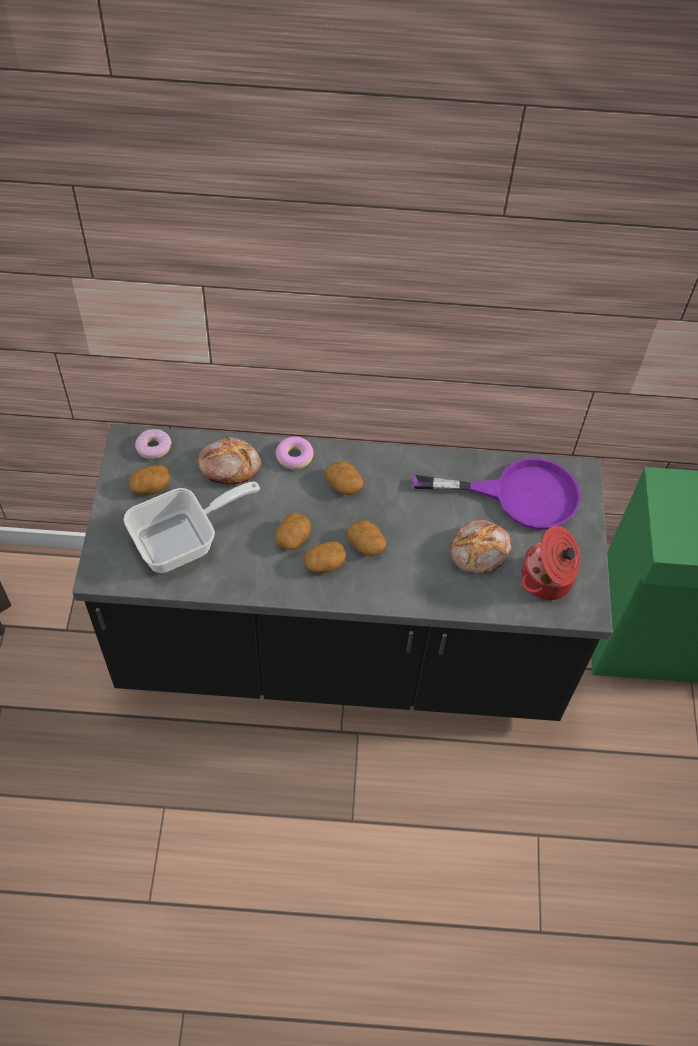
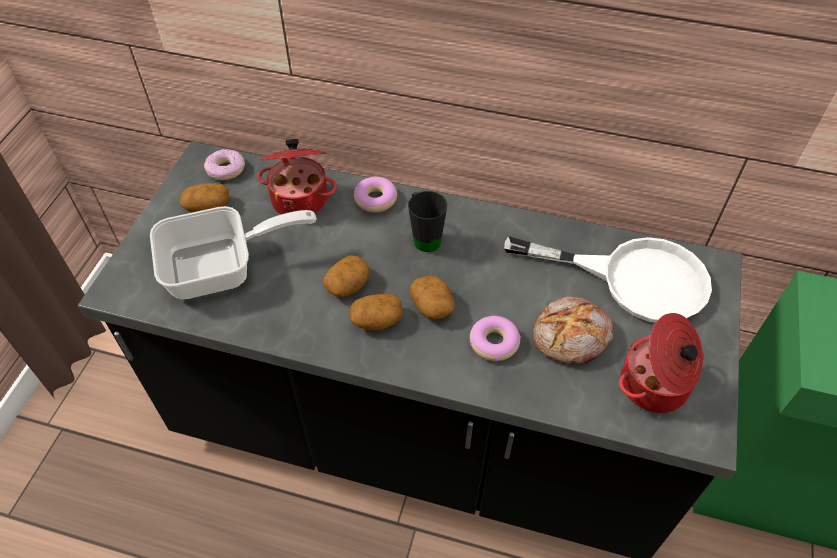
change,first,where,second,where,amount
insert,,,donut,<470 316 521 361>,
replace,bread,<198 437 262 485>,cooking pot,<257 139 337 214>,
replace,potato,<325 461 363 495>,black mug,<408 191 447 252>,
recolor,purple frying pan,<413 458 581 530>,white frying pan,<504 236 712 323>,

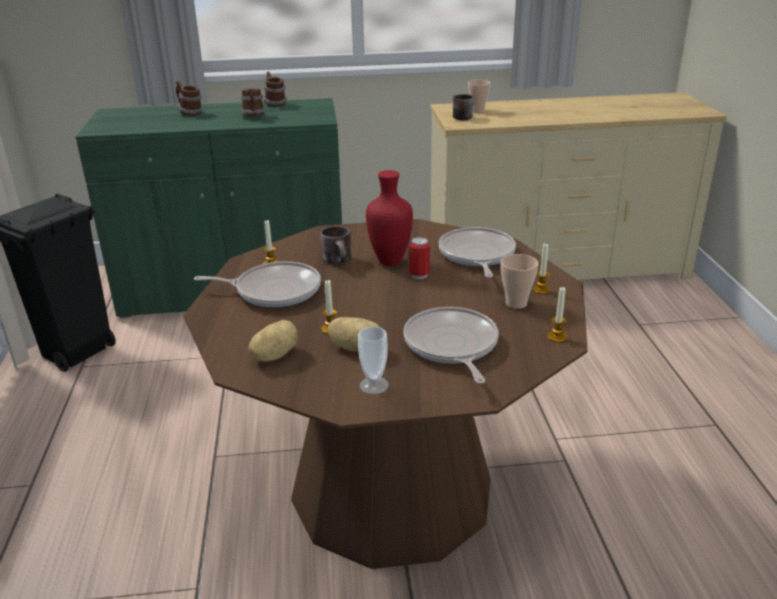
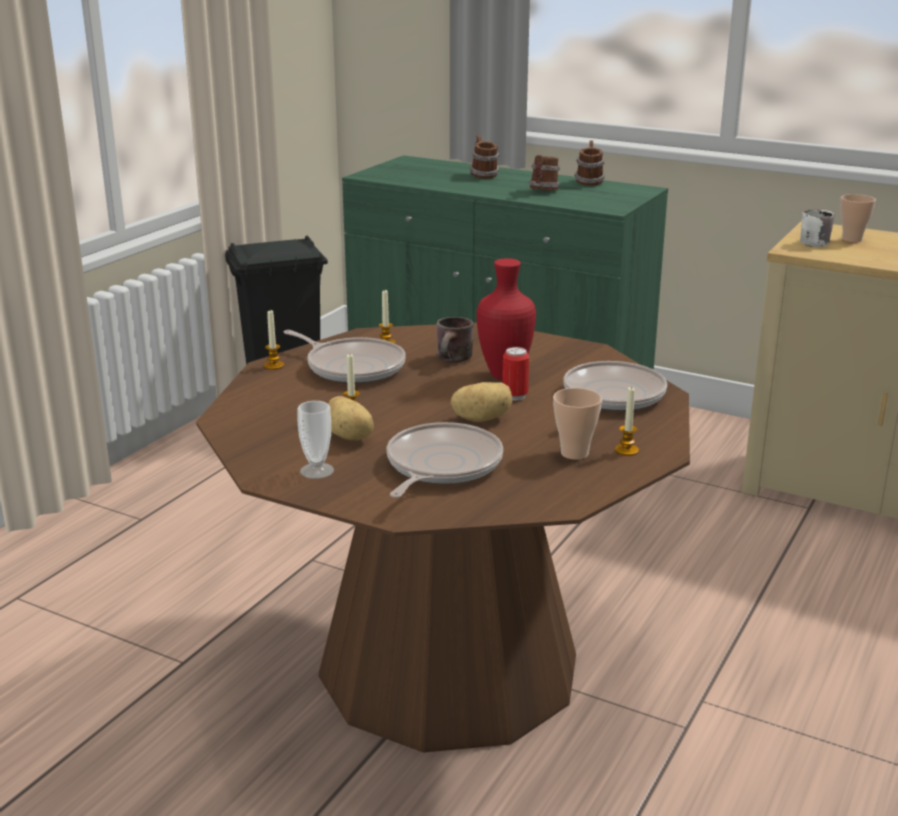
change,first,where,second,where,amount
move,potato,<248 320 298 362>,,<450 382 512 422>,
move,candle,<547 287 567 343>,,<264 310 284 370>,
recolor,brown mug,<453 94 474 120>,white mug,<800 209 835 247>,

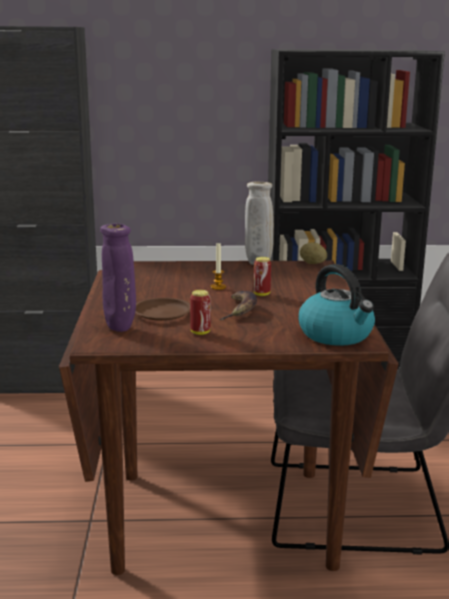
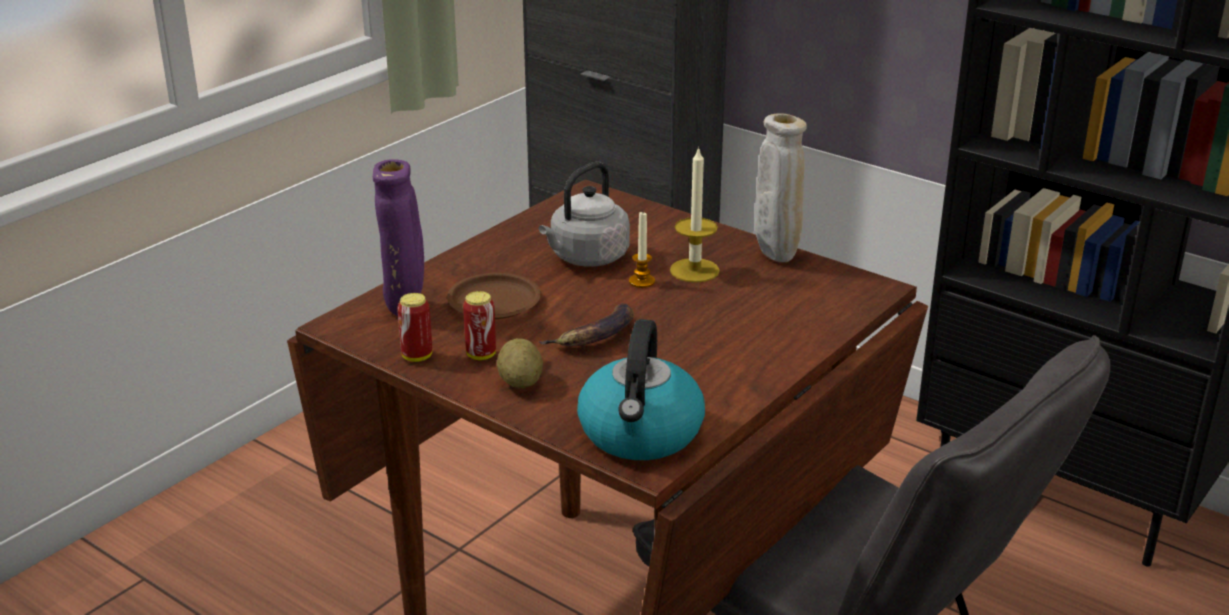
change,first,where,second,where,amount
insert,,,grey kettle,<539 162 630 267>,
insert,,,candle,<670 146 720 283>,
move,can,<253 257 271 296>,,<397 293 432 362>,
move,potato,<300 242 327 264>,,<497 338 543 388>,

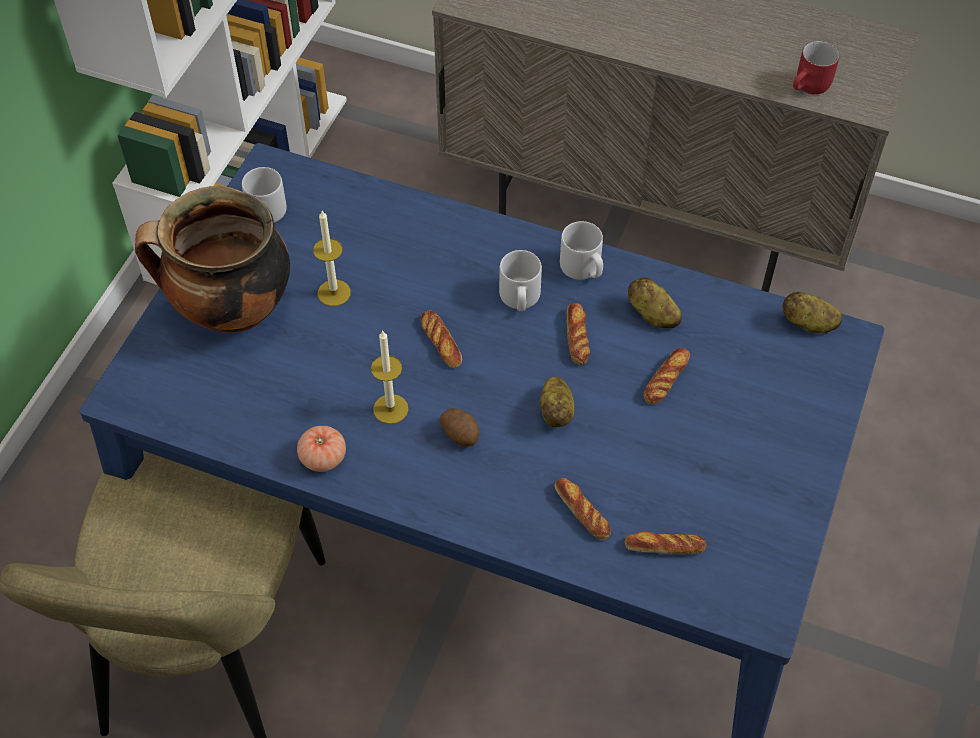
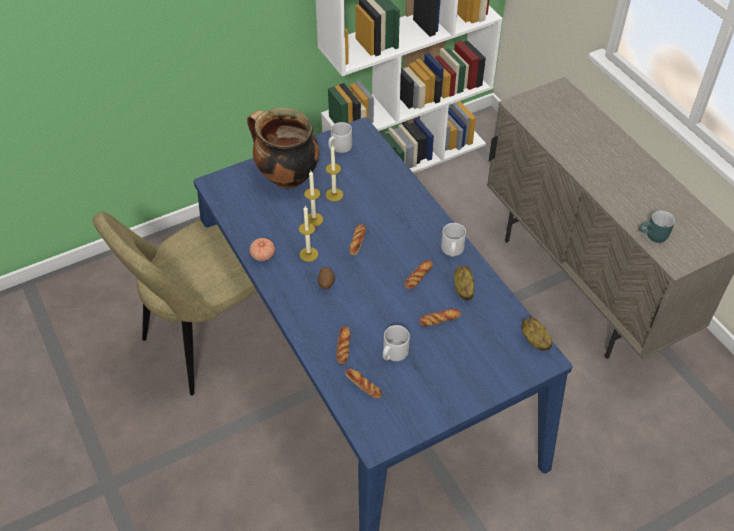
change,first,where,second,where,amount
delete,potato,<540 377 575 428>,,,
insert,,,candle,<304 171 323 226>,
move,grey mug,<499 250 542 311>,,<383 325 410 361>,
recolor,red mug,<793 41 840 94>,turquoise mug,<639 210 675 243>,

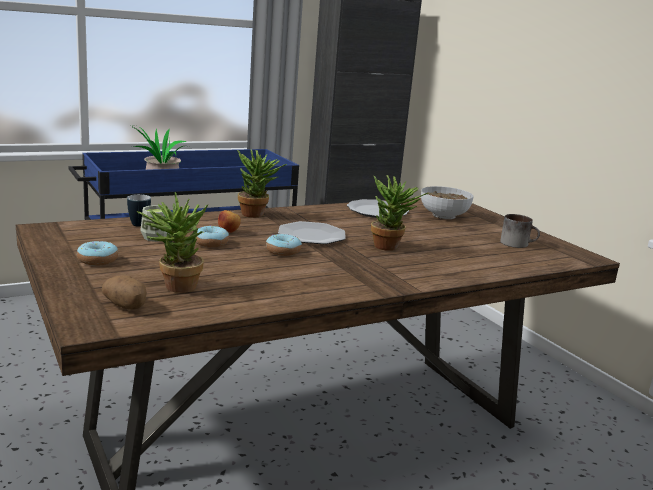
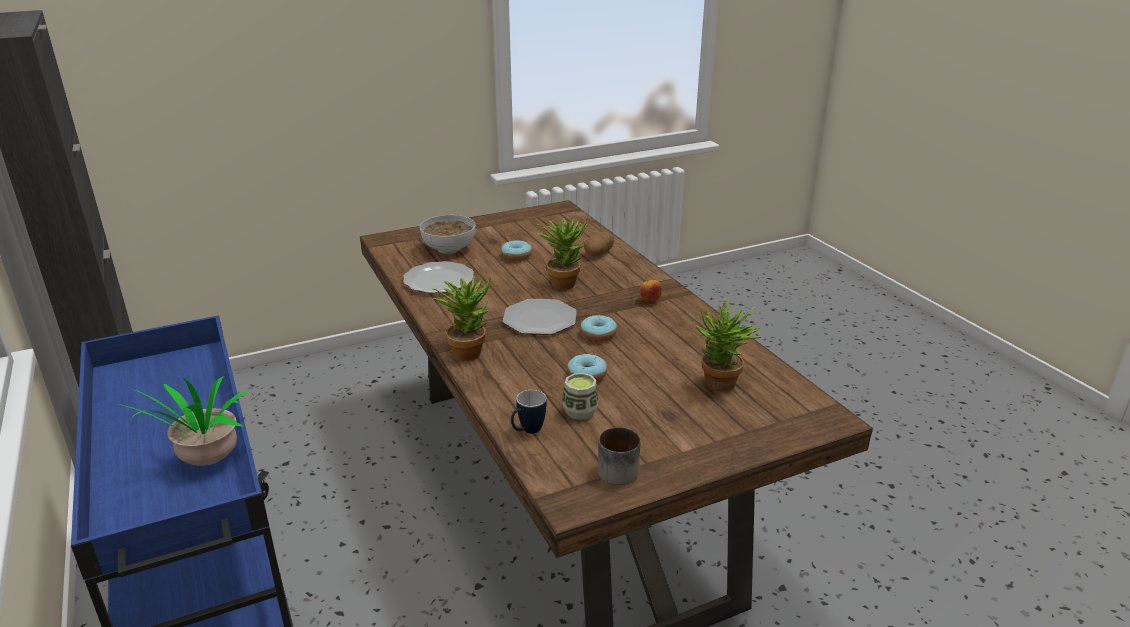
change,first,where,second,where,amount
move,donut,<77 241 118 265>,,<501 240 532 261>,
move,potato,<102 275 147 310>,,<584 232 614 256>,
move,apple,<218 210 241 233>,,<640 280 662 302>,
move,mug,<500 214 540 248>,,<598 427 640 485>,

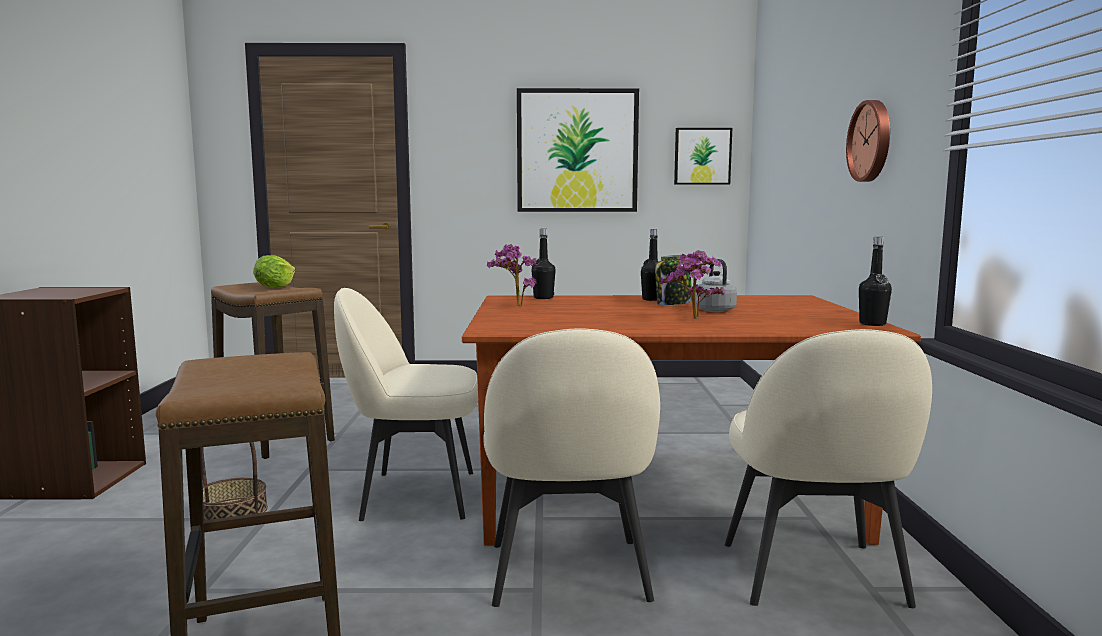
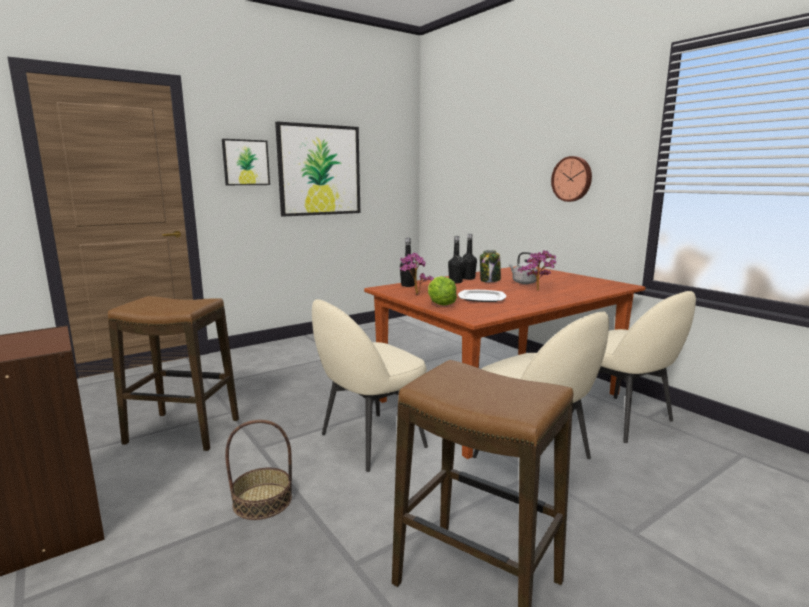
change,first,where,second,where,amount
insert,,,plate,<458 290 506 302>,
move,lettuce,<253 255 295 287>,,<428 276 457 305>,
move,picture,<674 128 732 184>,,<222 139 270 185>,
move,black bottle,<859 237 892 326>,,<448 236 464 283>,

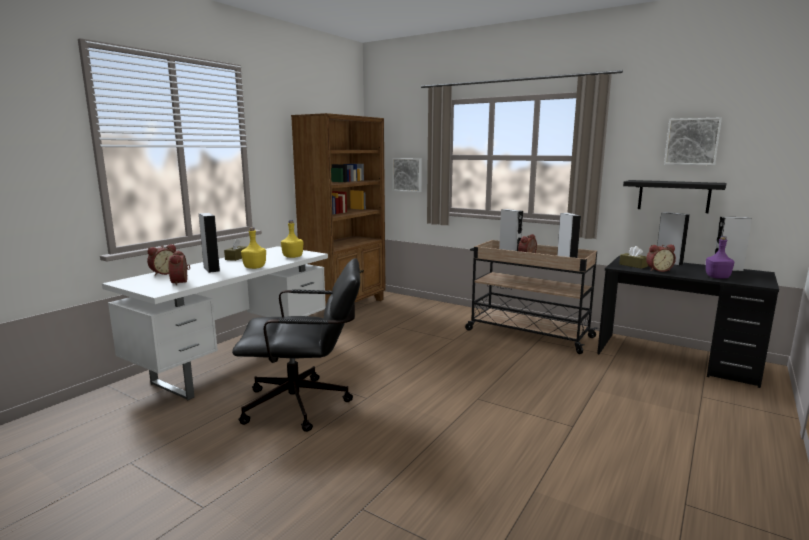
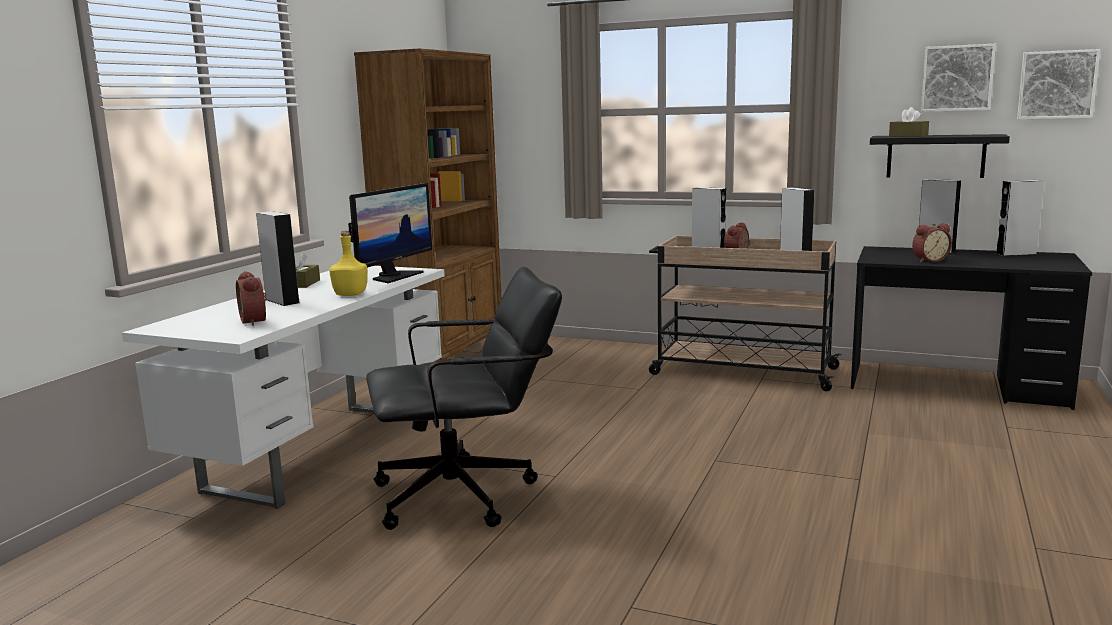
change,first,where,second,where,amount
delete,alarm clock,<147 244 176 276>,,,
delete,purple bottle,<706 236 734 279>,,,
move,picture,<392 158 422 192>,,<1017 49 1100 119>,
move,brown tissue box,<619 246 648 269>,,<889 107 929 137>,
replace,yellow bottle,<281 220 303 258>,monitor,<348 183 432 283>,

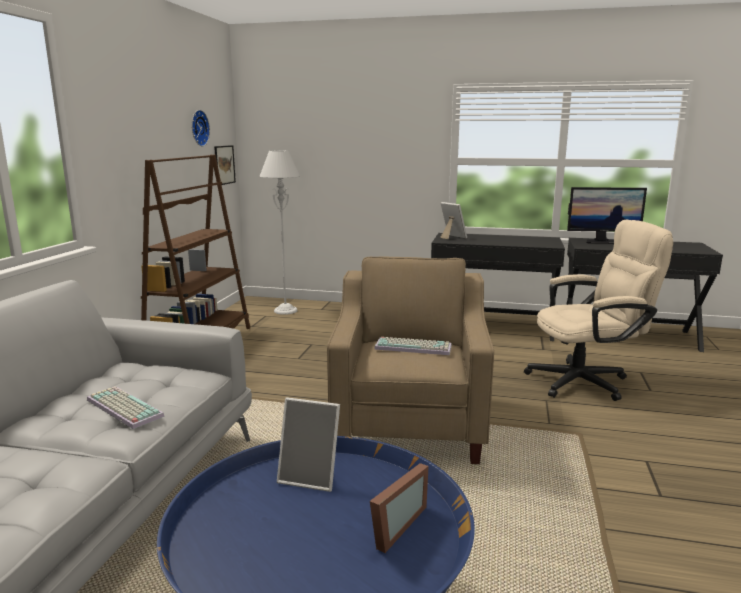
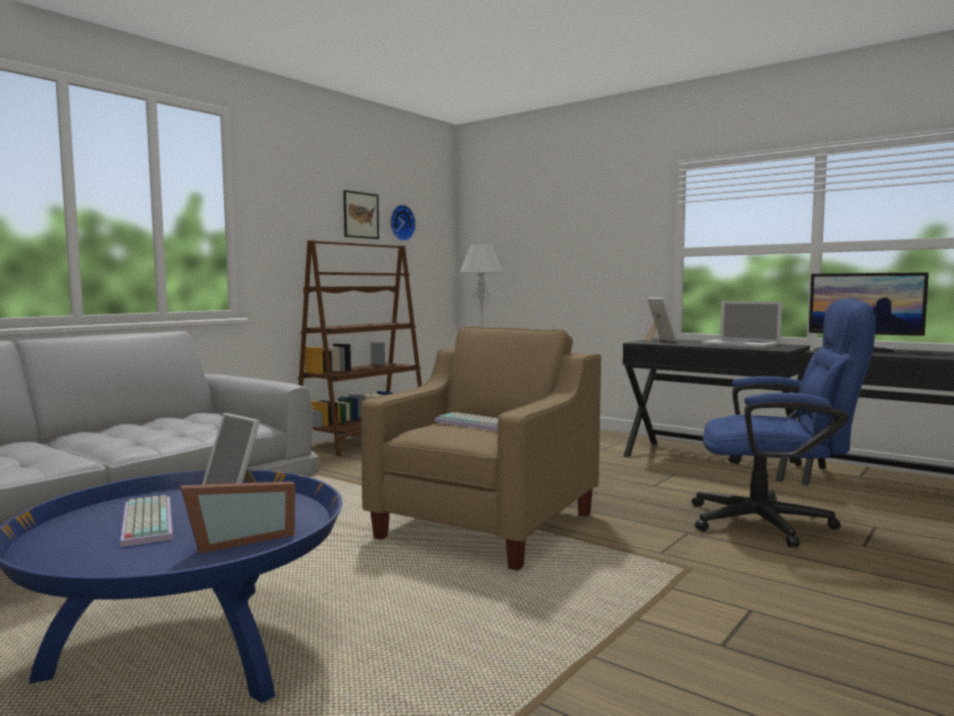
change,first,where,second,where,amount
insert,,,laptop,<702 301 782 348>,
move,keyboard,<87 386 165 429>,,<120 495 173 547>,
move,picture,<214 145 236 185>,,<343 190 379 239>,
recolor,beige office chair,<524 220 673 401>,blue office chair,<691 298 876 547>,

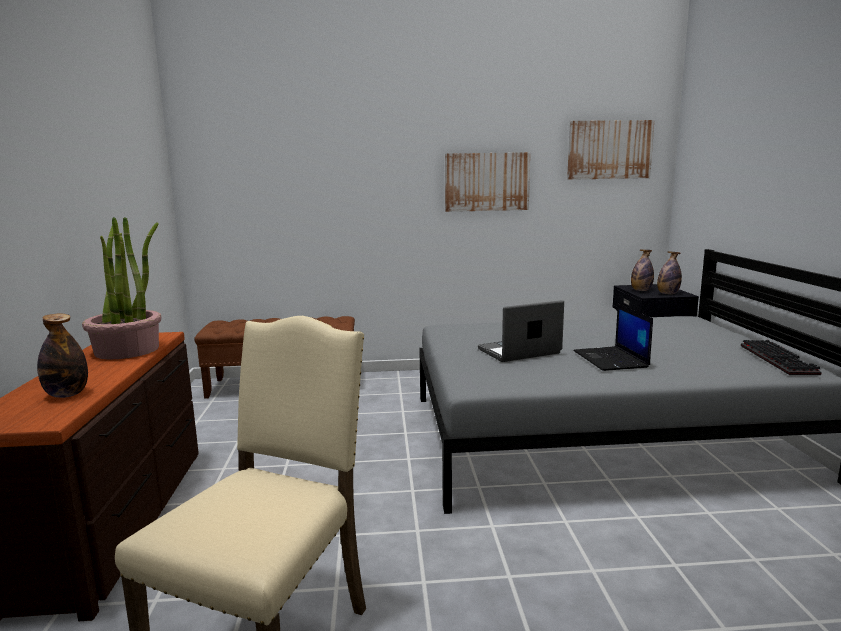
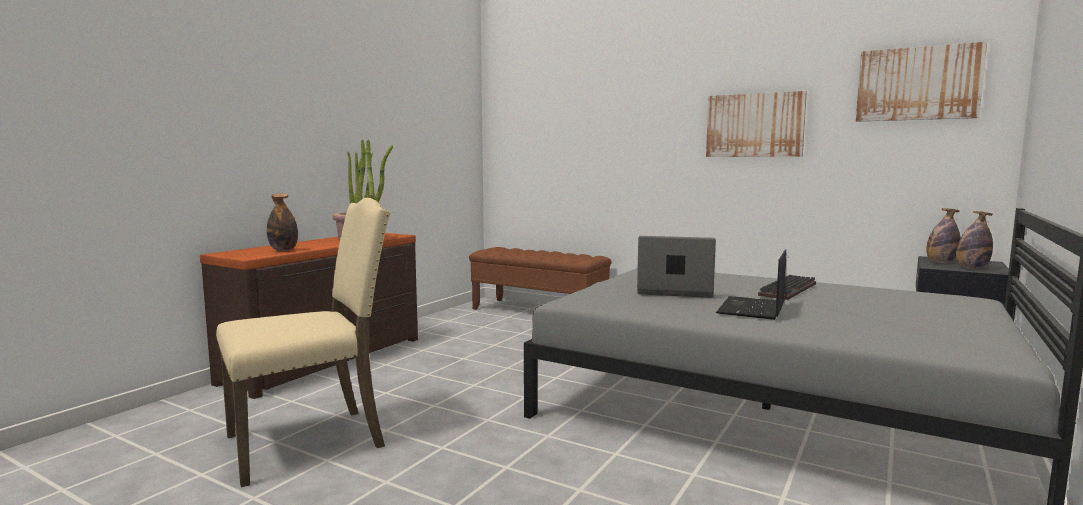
change,first,where,second,where,amount
move,keyboard,<741 340 822 375>,,<758 275 816 300>,

